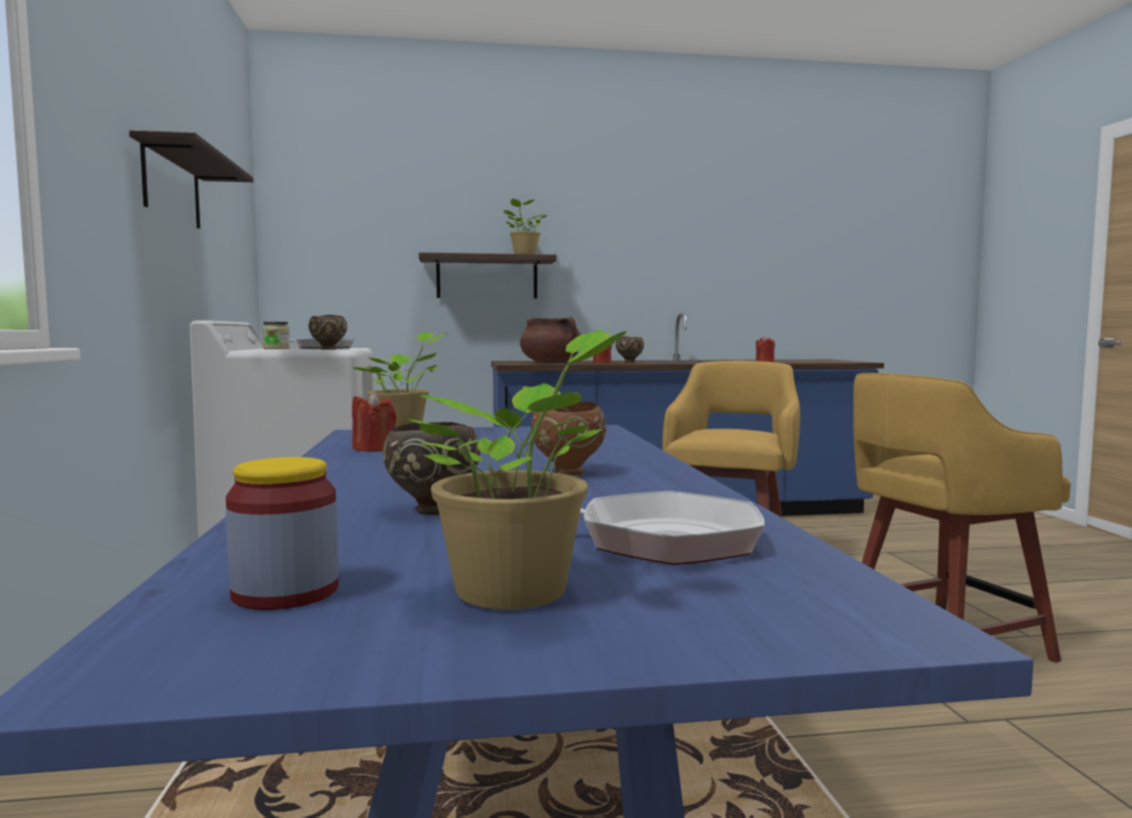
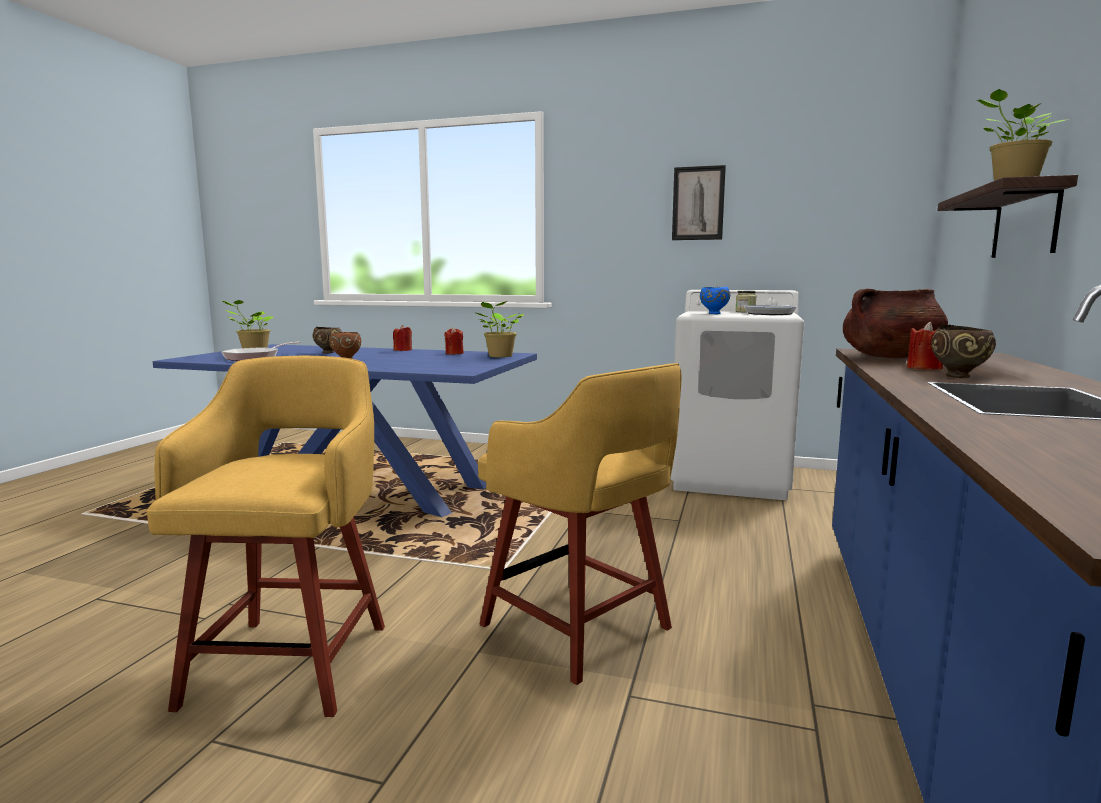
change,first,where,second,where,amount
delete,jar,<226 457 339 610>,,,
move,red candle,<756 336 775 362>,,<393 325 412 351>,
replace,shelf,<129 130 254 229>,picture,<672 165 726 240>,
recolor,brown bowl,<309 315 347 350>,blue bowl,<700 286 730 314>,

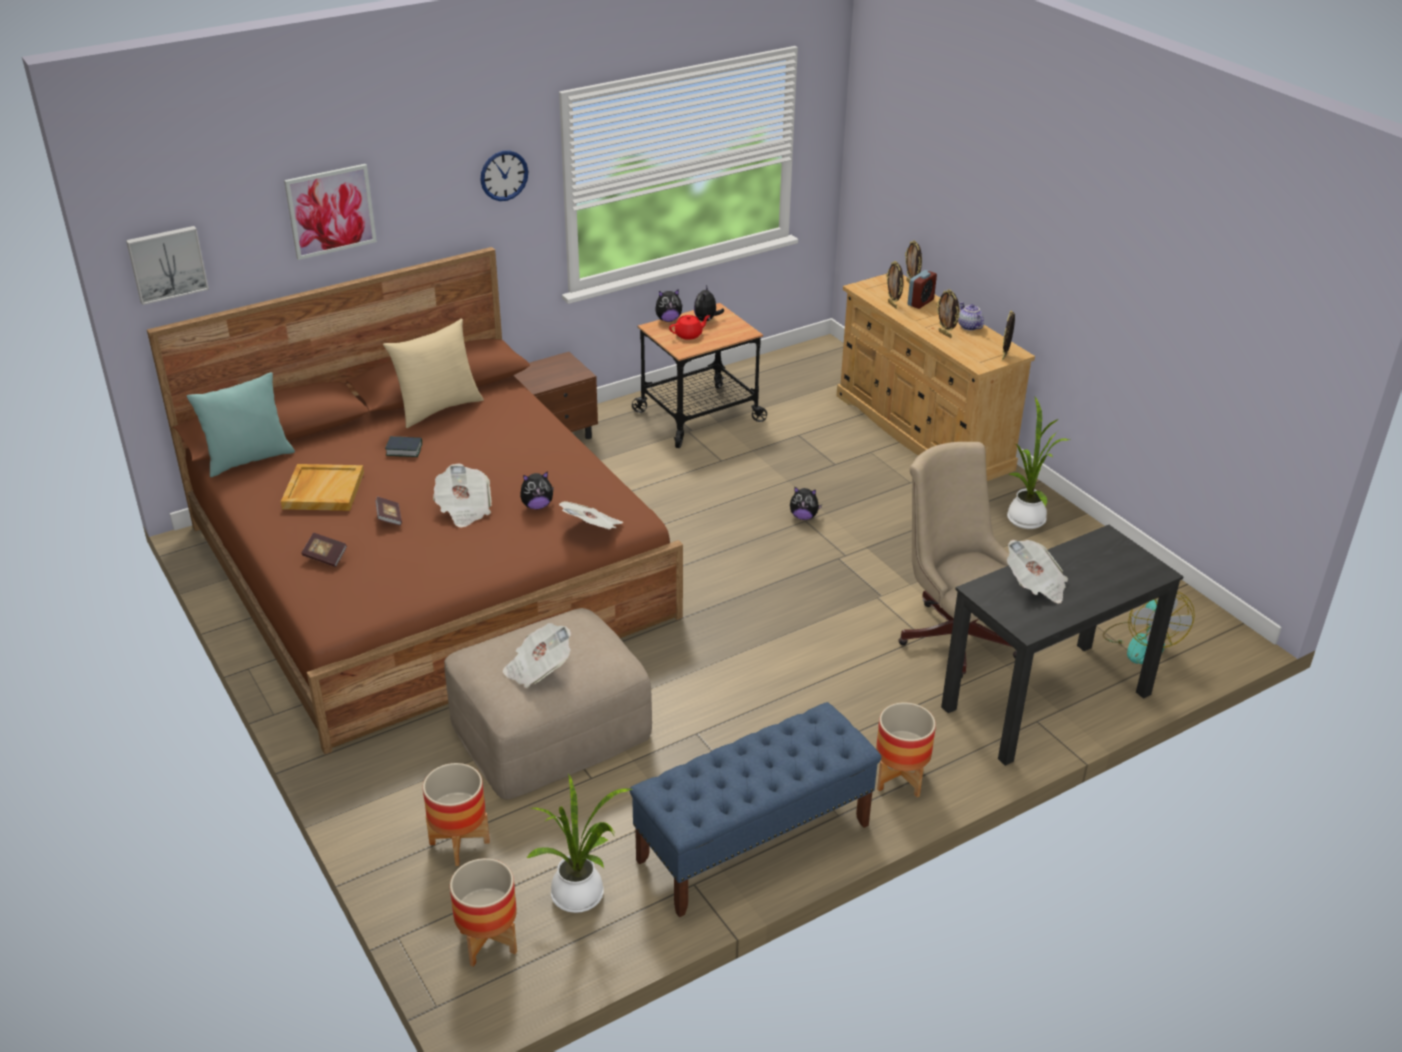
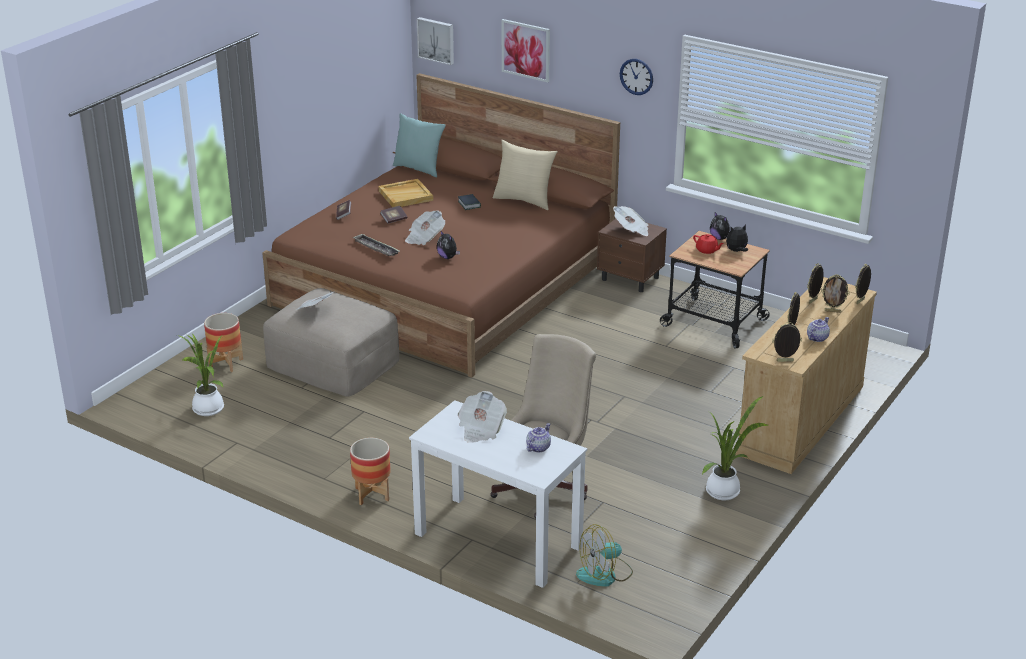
change,first,where,second,where,amount
delete,planter,<450 858 517 967>,,,
delete,blue bench,<630 702 881 917>,,,
delete,plush toy,<790 487 822 520>,,,
insert,,,tray,<352 233 400 256>,
insert,,,teapot,<526 423 551 452>,
move,newspaper,<559 501 623 529>,,<613 206 649 236>,
replace,alarm clock,<907 270 937 309>,picture frame,<821 274 850 313>,
recolor,black desk,<941 525 1184 766>,white desk,<409 400 587 588>,

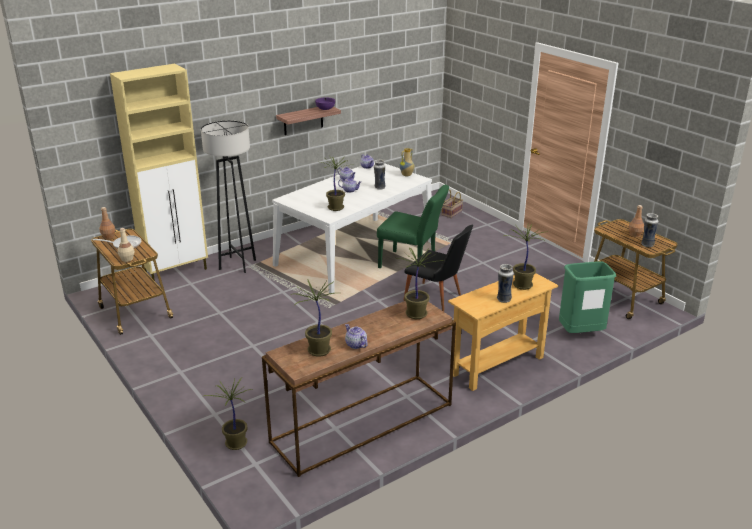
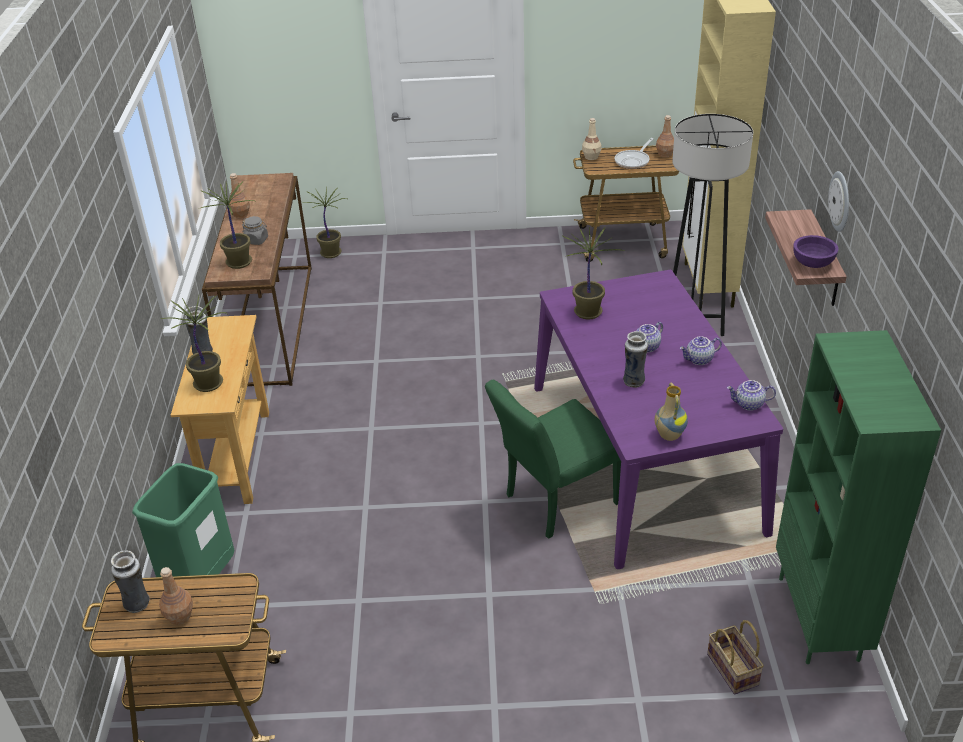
change,first,where,second,where,amount
delete,potted plant,<290 279 334 357>,,,
delete,black chair,<403 225 473 312>,,,
insert,,,grey jar,<242 216 268 245>,
insert,,,green bookcase,<776 330 941 664>,
insert,,,wall clock,<828 171 849 232>,
replace,teapot,<345 324 368 349>,brown bottle,<229 173 250 218>,
recolor,white dining table,<272 161 432 295>,purple dining table,<534 270 783 569>,

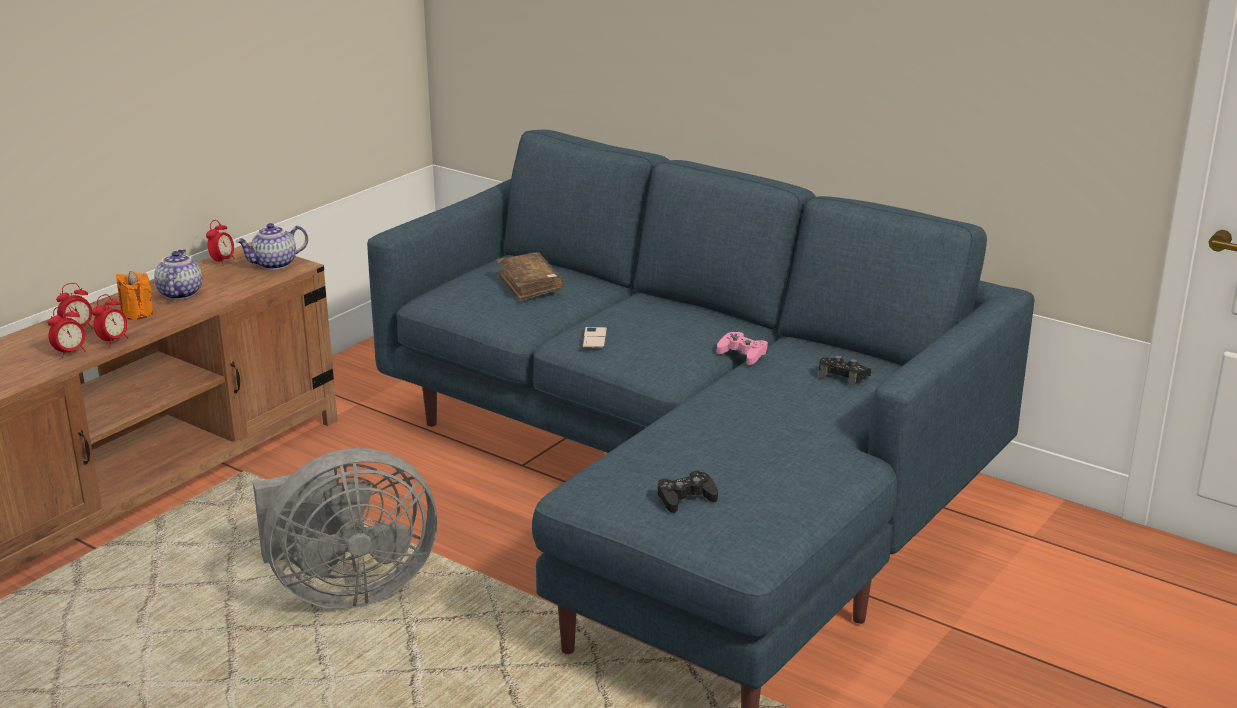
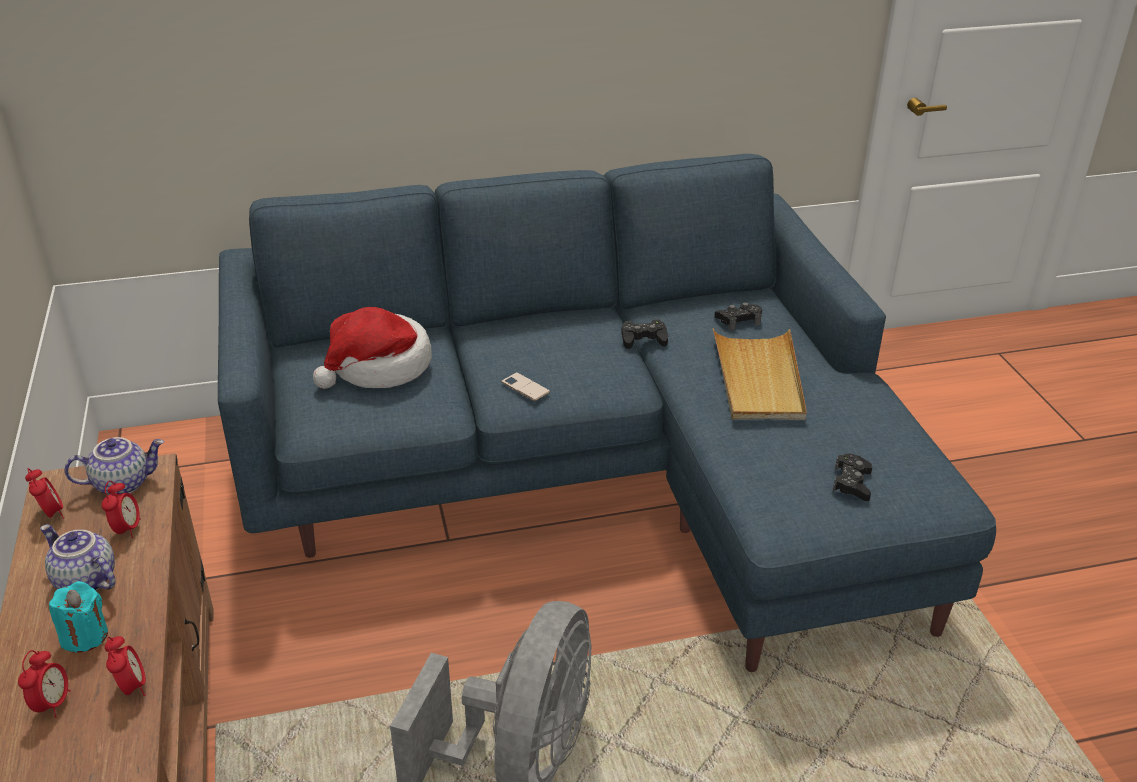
change,first,where,second,where,amount
insert,,,beige tray,<713 328 807 420>,
move,alarm clock,<48 305 86 358>,,<102 481 141 538>,
replace,brown book,<496 252 564 302>,hat,<313 307 432 389>,
recolor,orange candle,<116 271 154 320>,turquoise candle,<49 581 108 653>,
recolor,pink game controller,<717 332 768 365>,black game controller,<621 319 668 349>,
rotate,teapot,<236 223 308 270>,,<65 437 164 495>,120 degrees counterclockwise

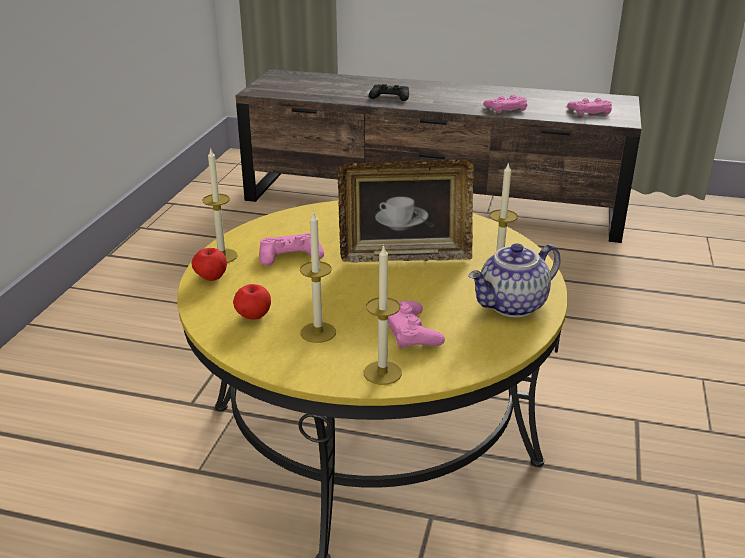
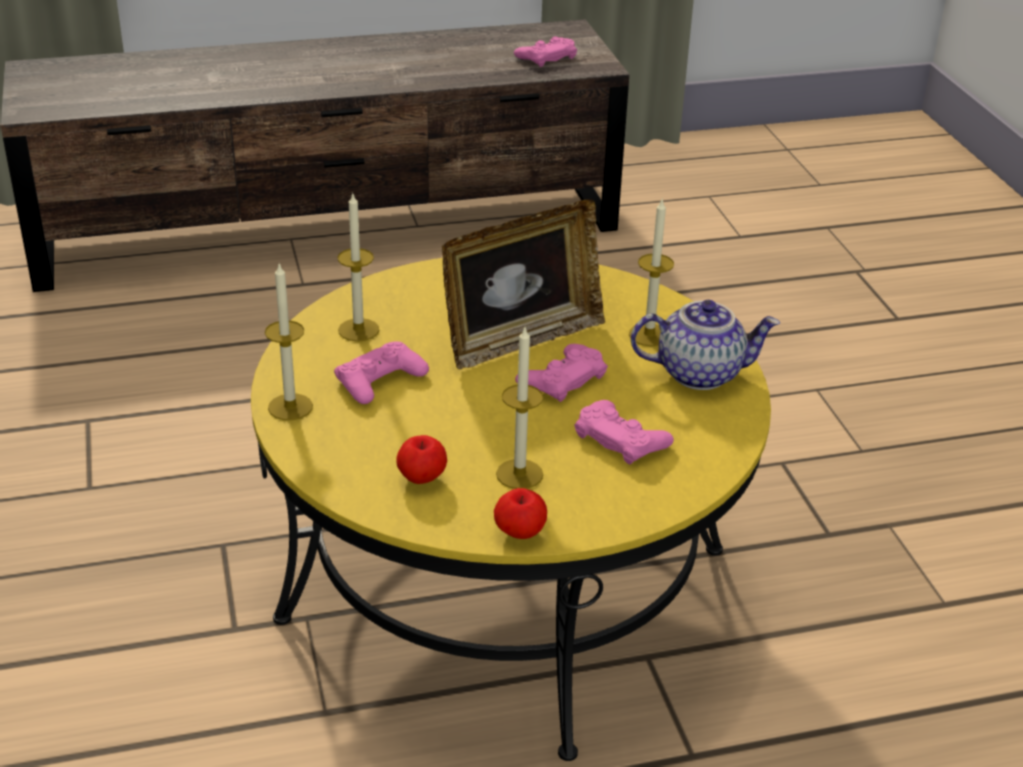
change,first,where,second,where,amount
delete,black game controller,<369 84 409 101>,,,
move,apple,<192 248 227 281>,,<494 488 547 539>,
move,candle,<363 244 402 385>,,<338 194 379 342>,
move,pink game controller,<483 95 527 113>,,<515 344 608 402>,
rotate,teapot,<468 243 561 317>,,<631 300 780 390>,120 degrees counterclockwise

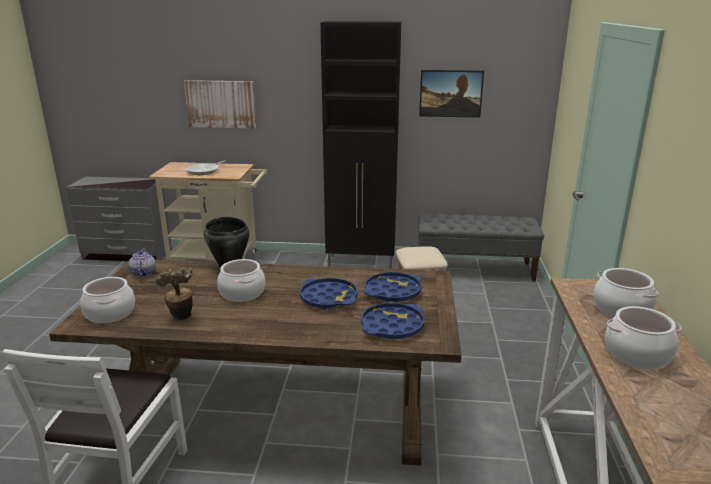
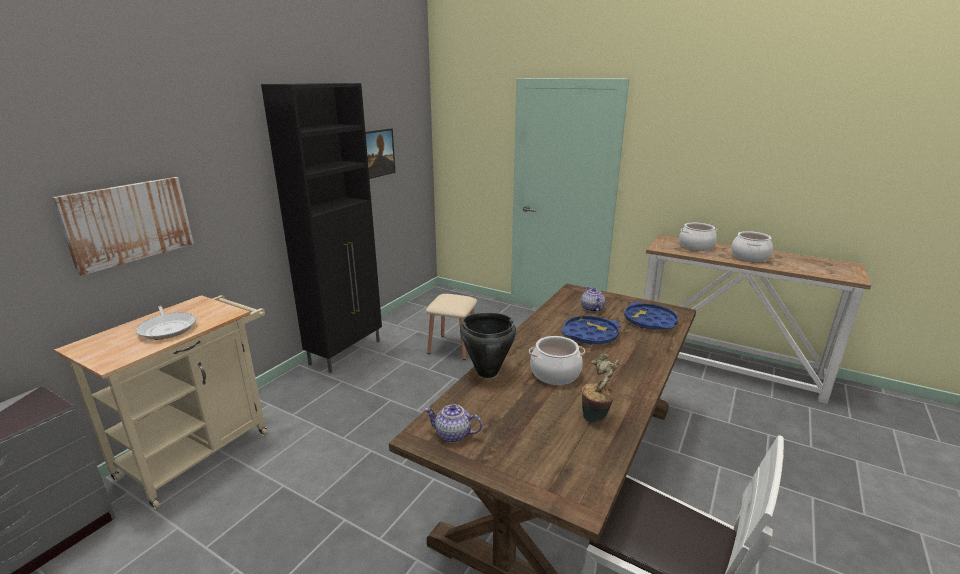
change,first,where,second,where,amount
delete,cooking pot,<80 277 135 323>,,,
delete,grey bench,<419 214 544 281>,,,
replace,blue tray,<364 272 422 302>,teapot,<581 286 605 312>,

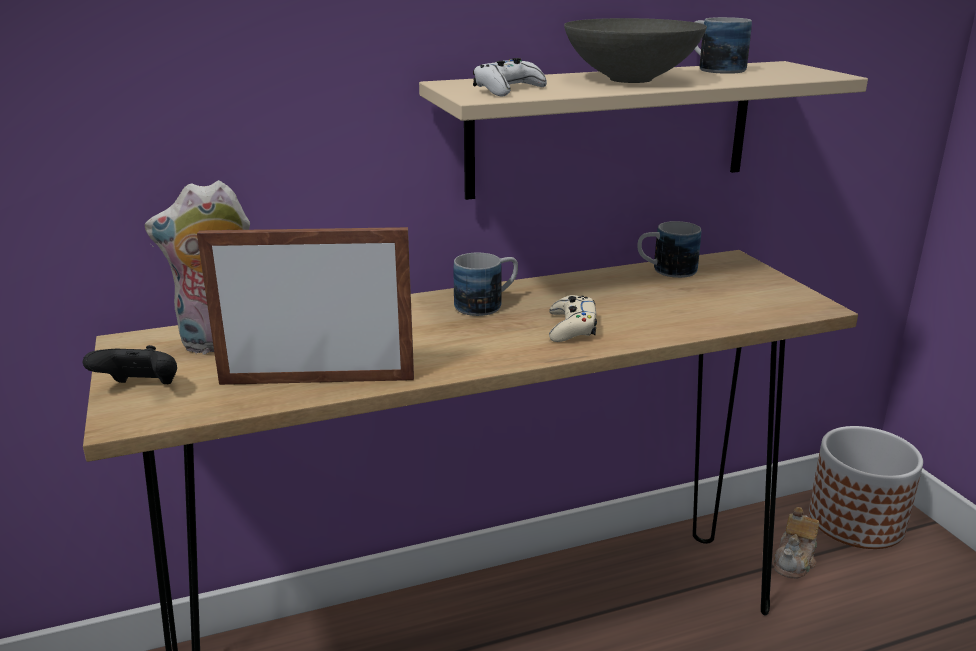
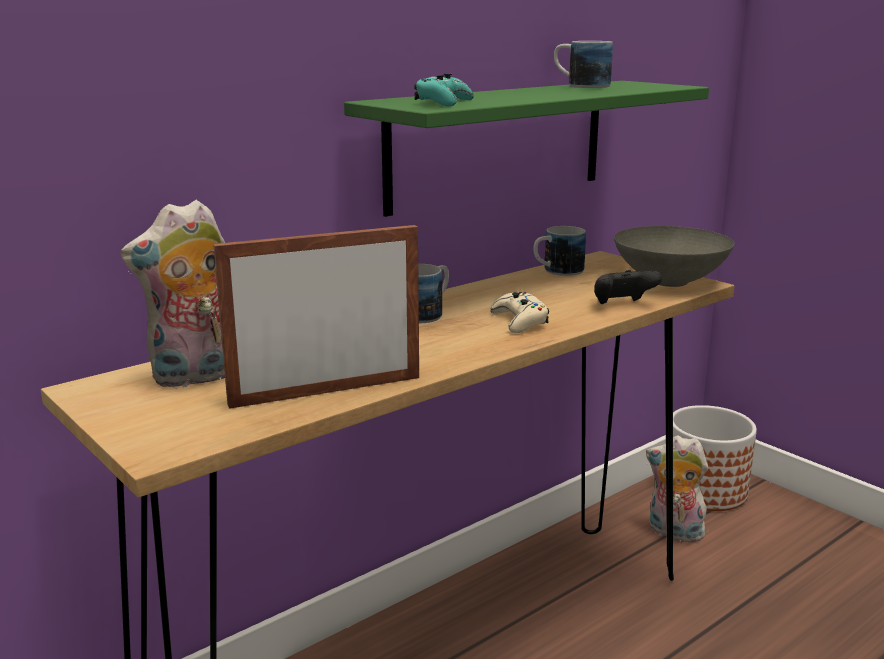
change,first,where,second,where,amount
move,black game controller,<83 345 177 384>,,<594 270 662 304>,
move,grey bowl,<564 18 707 83>,,<614 226 734 287>,
replace,teapot,<773 507 819 579>,plush toy,<646 435 708 542>,
recolor,beige shelf,<419 61 868 200>,green shelf,<344 81 709 217>,
recolor,white game controller,<473 58 547 97>,turquoise game controller,<414 73 474 107>,

